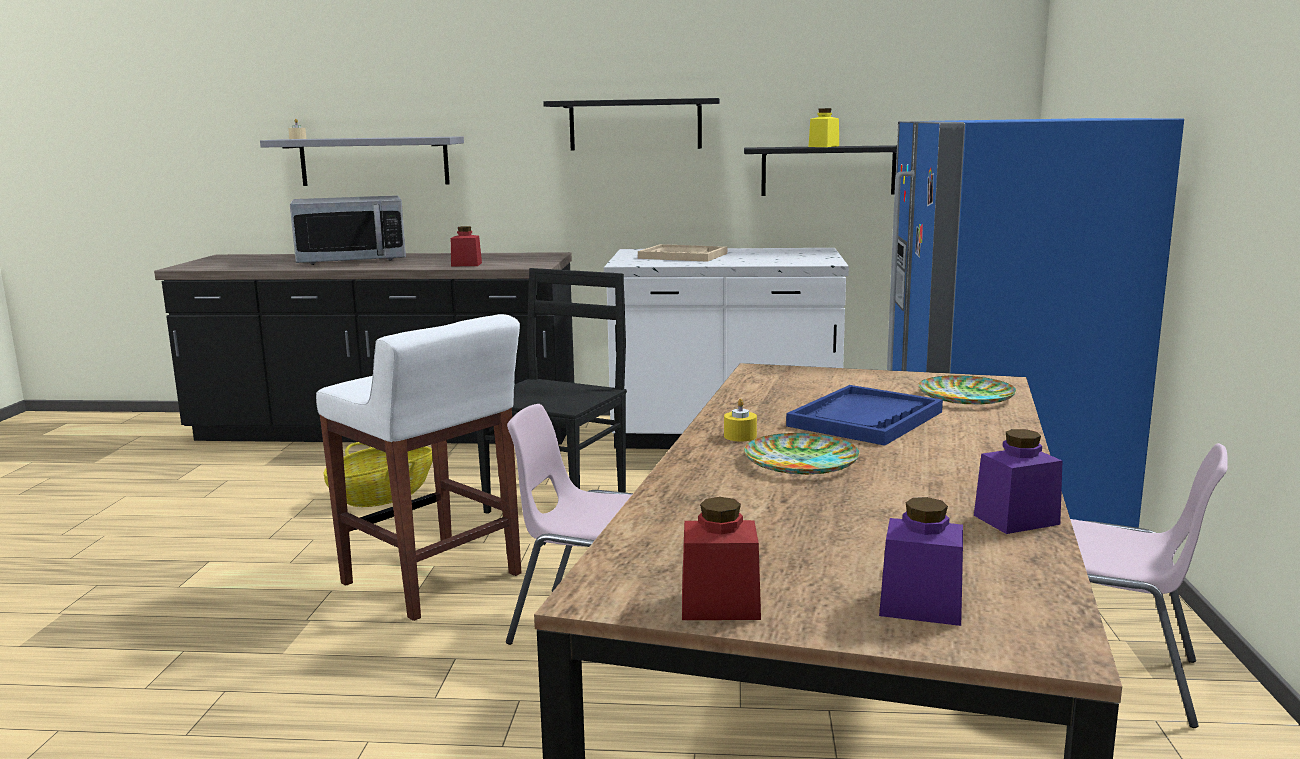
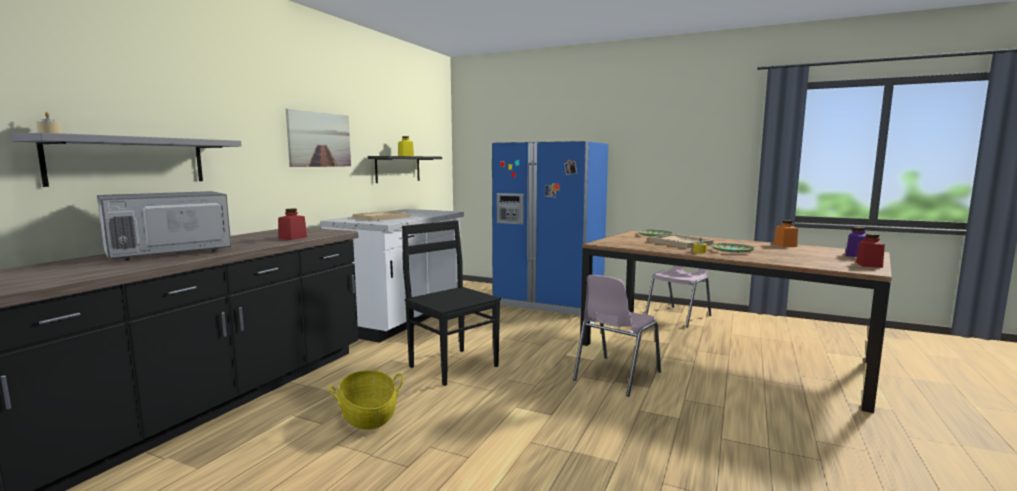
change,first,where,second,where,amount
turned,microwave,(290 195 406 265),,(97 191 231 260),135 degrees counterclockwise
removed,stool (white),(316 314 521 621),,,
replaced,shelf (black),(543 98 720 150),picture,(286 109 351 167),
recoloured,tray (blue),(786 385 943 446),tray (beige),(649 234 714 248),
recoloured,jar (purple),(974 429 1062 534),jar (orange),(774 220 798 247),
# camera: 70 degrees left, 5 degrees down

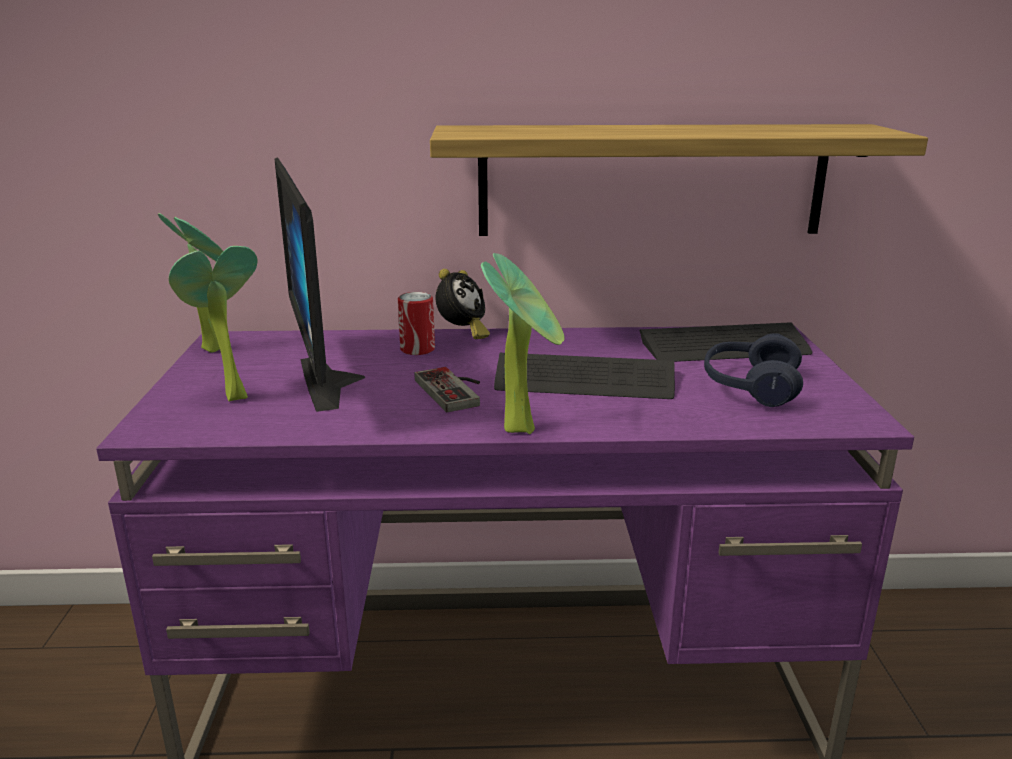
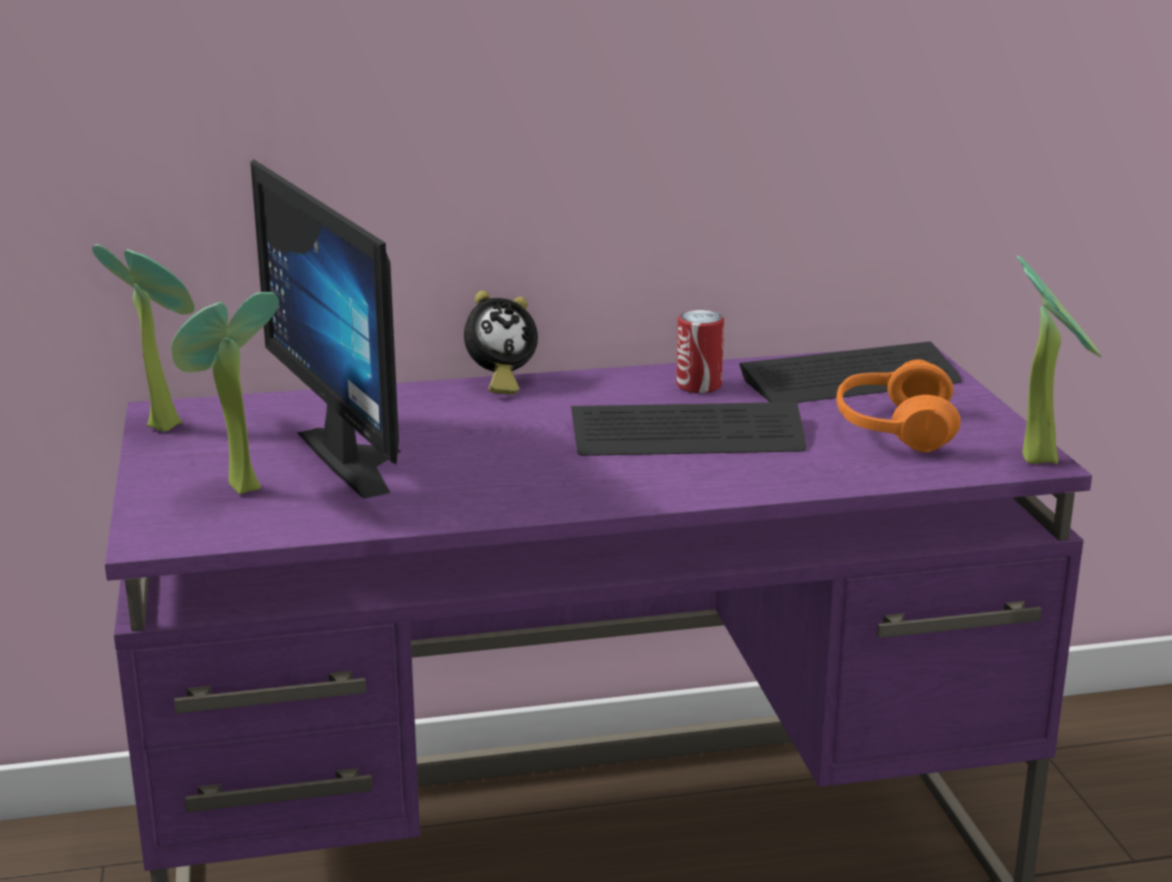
change,first,where,second,where,amount
moved,can,(398 292 435 355),,(676 310 724 393),
removed,game controller,(415 367 480 412),,,
removed,shelf,(430 124 928 236),,,
turned,alarm clock,(436 269 490 339),,(464 290 538 395),45 degrees clockwise
moved,potted plant,(481 253 565 434),,(1016 256 1102 464),
recoloured,headphones (blue),(704 333 803 407),headphones (orange),(836 360 961 452),
# camera: 10 degrees left, 0 degrees up

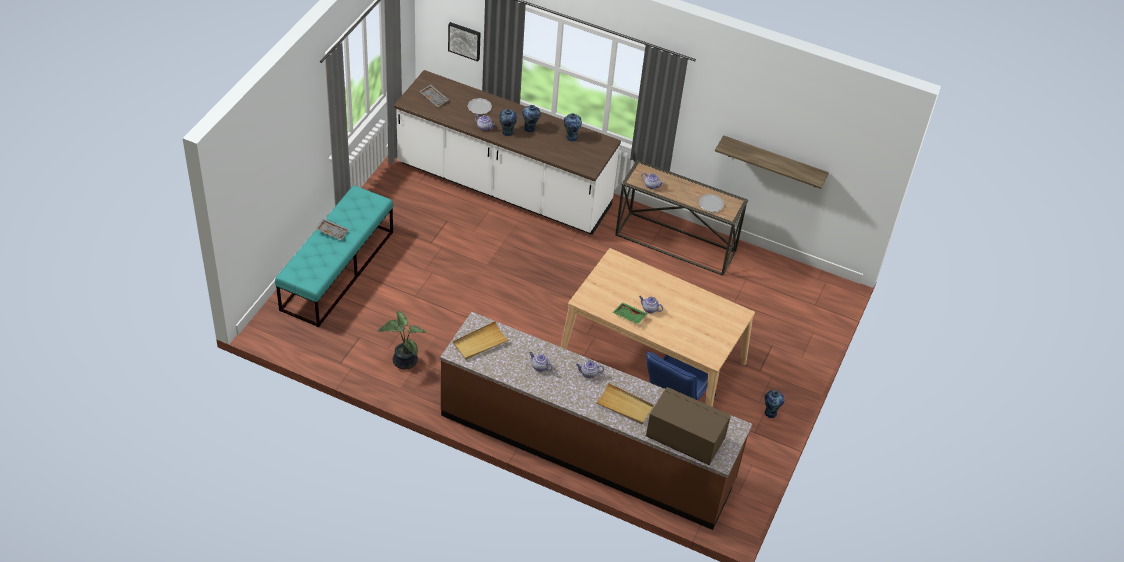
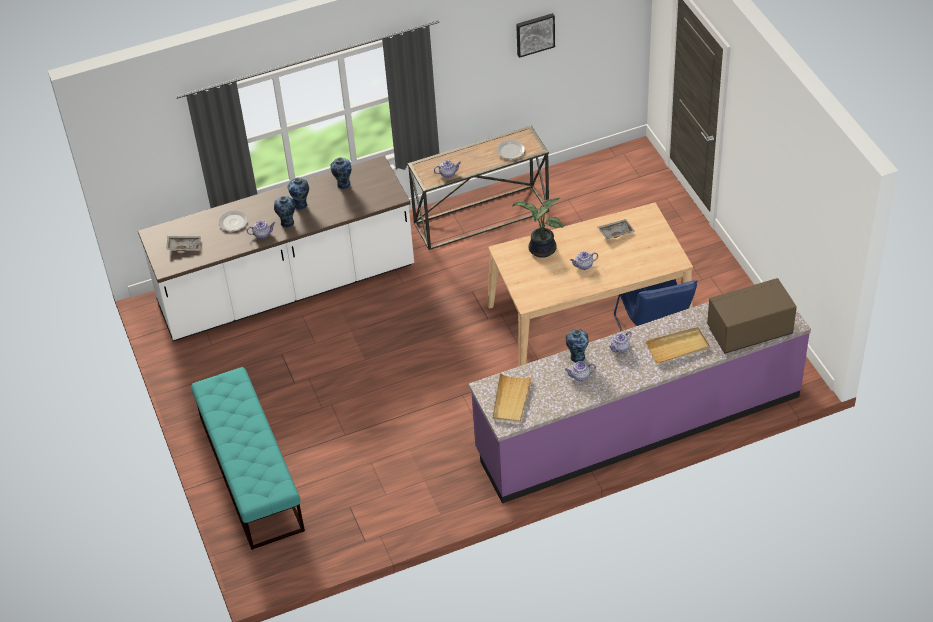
change,first,where,second,where,amount
moved,tray (grey),(316 218 349 240),,(598 219 635 239),
moved,potted plant,(378 311 428 370),,(512 197 564 258),
recoloured,counter (brown),(440 312 752 530),counter (purple),(469 302 811 503),
moved,picture,(448 22 481 62),,(516 13 555 58),
removed,tray (green),(613 302 648 324),,,
removed,shelf,(715 135 829 189),,,
moved,vase,(765 390 784 418),,(566 329 588 363),
# camera: 40 degrees left, 0 degrees up

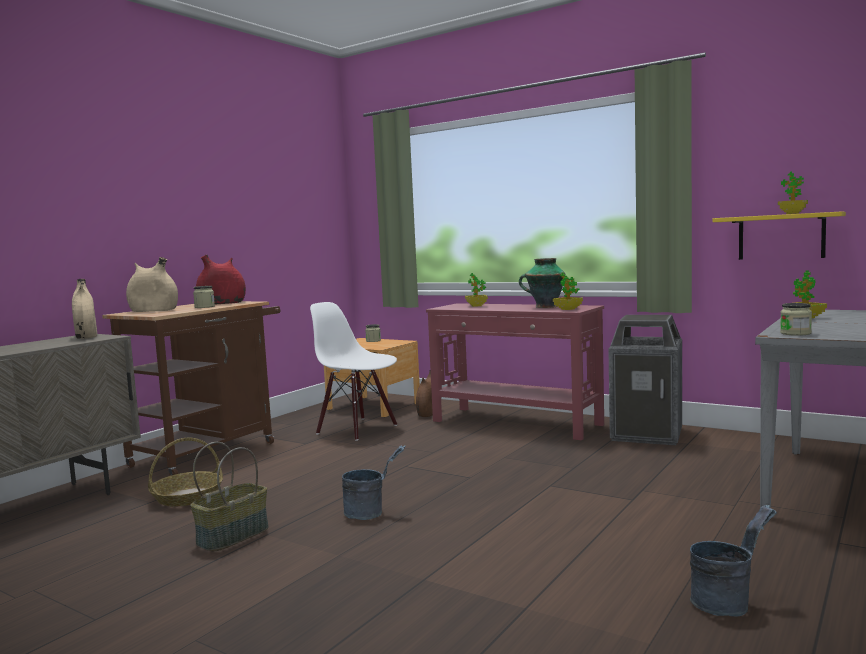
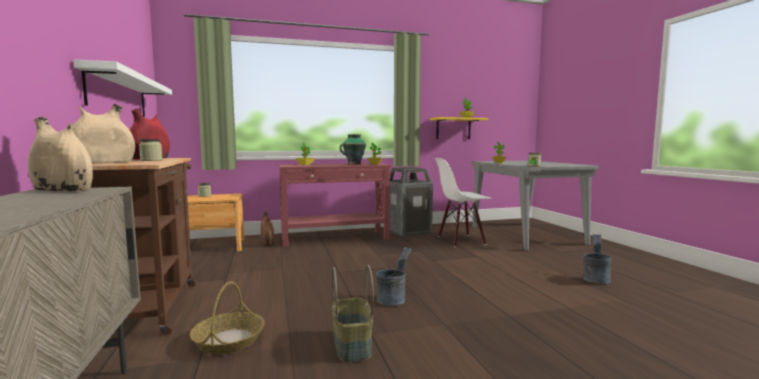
change,first,where,second,where,amount
moved,chair (white),(310 302 397 441),,(435 158 491 247),
added,,,shelf (white),(73 59 172 117),
# camera: 50 degrees left, 0 degrees up

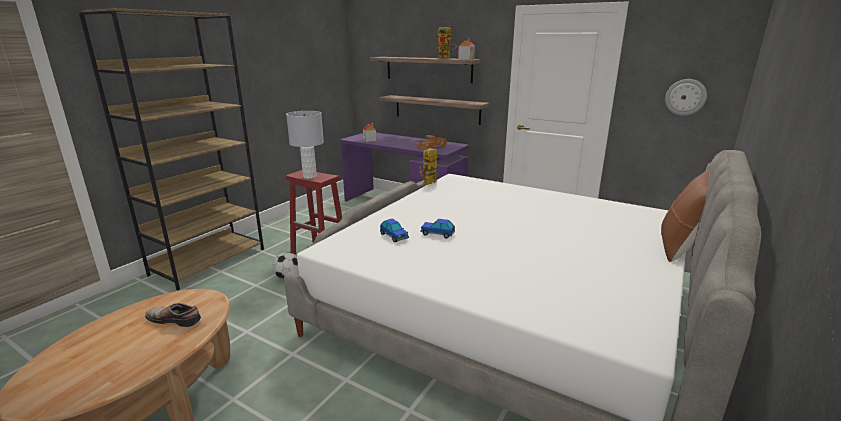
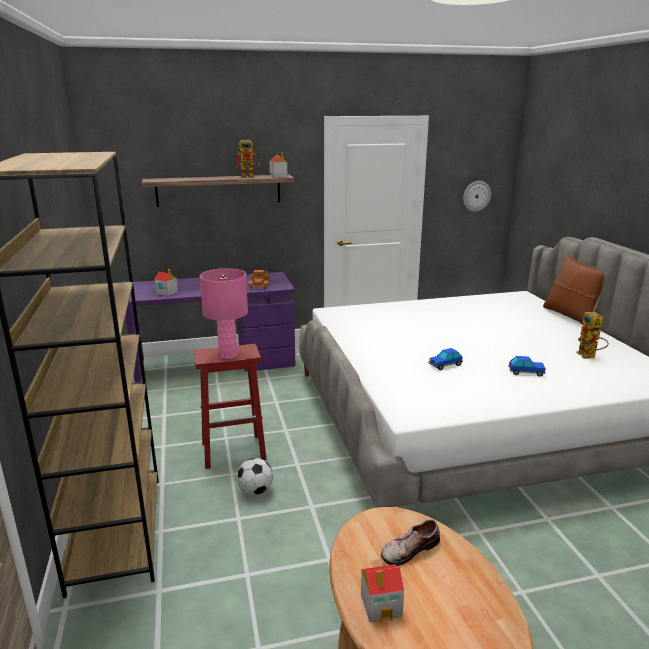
change,first,where,second,where,amount
recoloured,table lamp (grey),(286 111 324 179),table lamp (pink),(200 268 248 359),
removed,shelf,(379 95 490 125),,,
moved,toy car,(380 219 409 242),,(509 356 546 377),
moved,toy robot,(419 148 437 184),,(576 312 609 359),
added,,,toy house,(361 564 404 622),
# camera: 45 degrees left, 0 degrees up

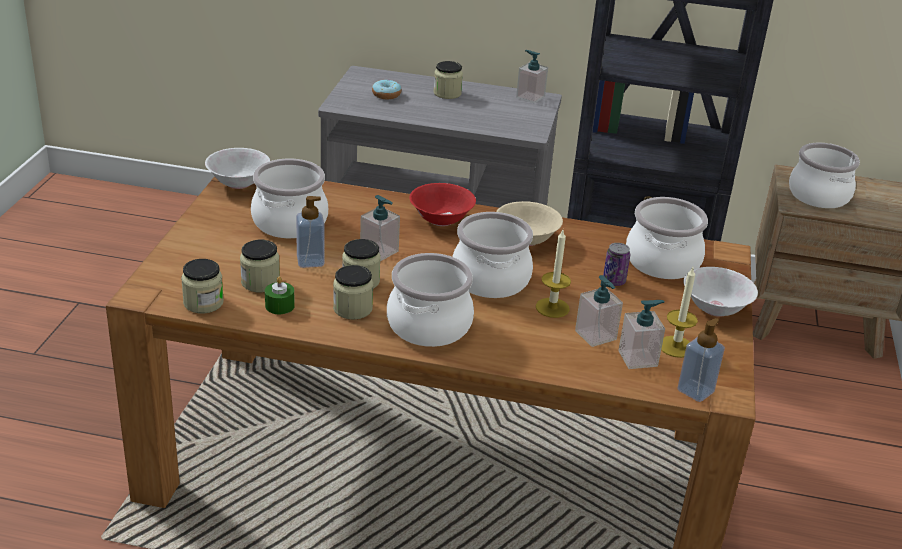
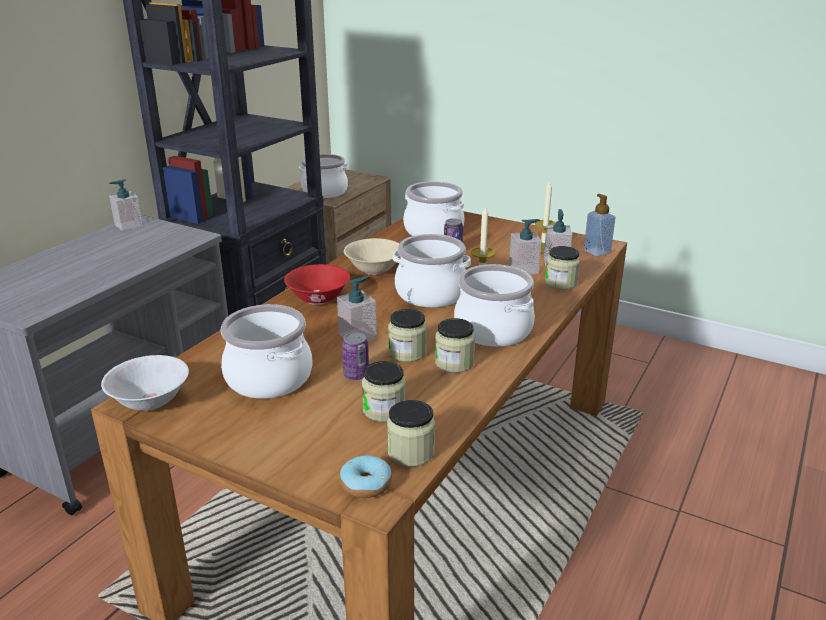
change,first,where,second,where,amount
removed,candle (green),(265 277 295 314),,,
replaced,soap dispenser,(296 196 324 268),can,(342 332 369 380),
moved,donut,(372 80 401 99),,(340 454 392 498),
moved,jar,(433 61 463 99),,(545 246 580 290),
removed,bowl (white),(683 267 758 317),,,
# camera: 70 degrees left, 5 degrees down

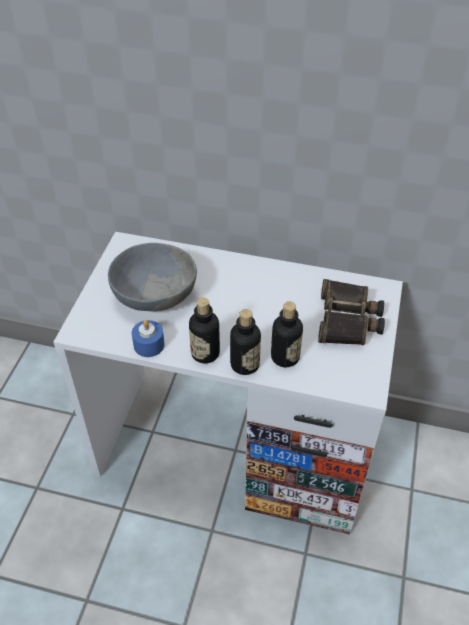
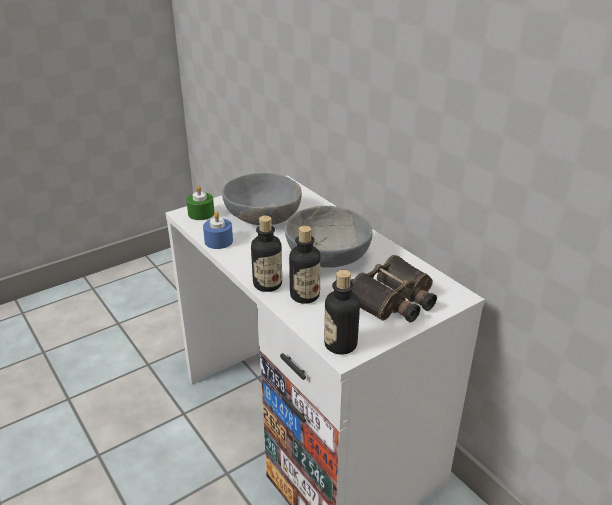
change,first,where,second,where,amount
moved,bottle,(189 298 220 363),,(324 270 360 355),
added,,,candle (green),(186 185 214 220),
added,,,bowl (grey),(285 206 373 268),
# camera: 40 degrees right, 15 degrees down

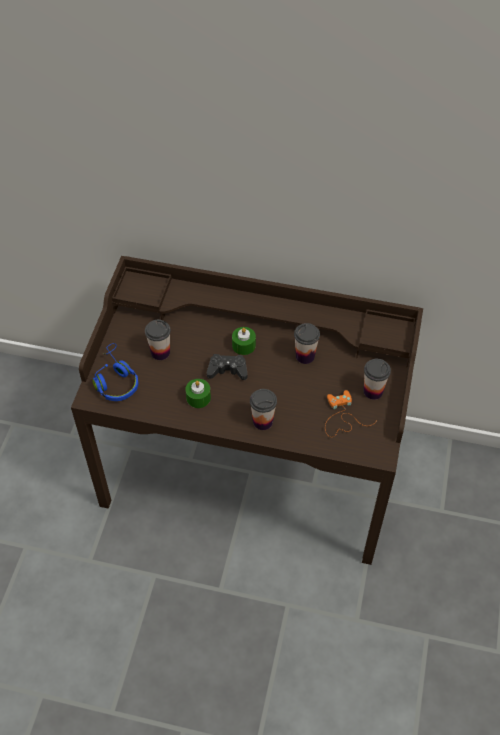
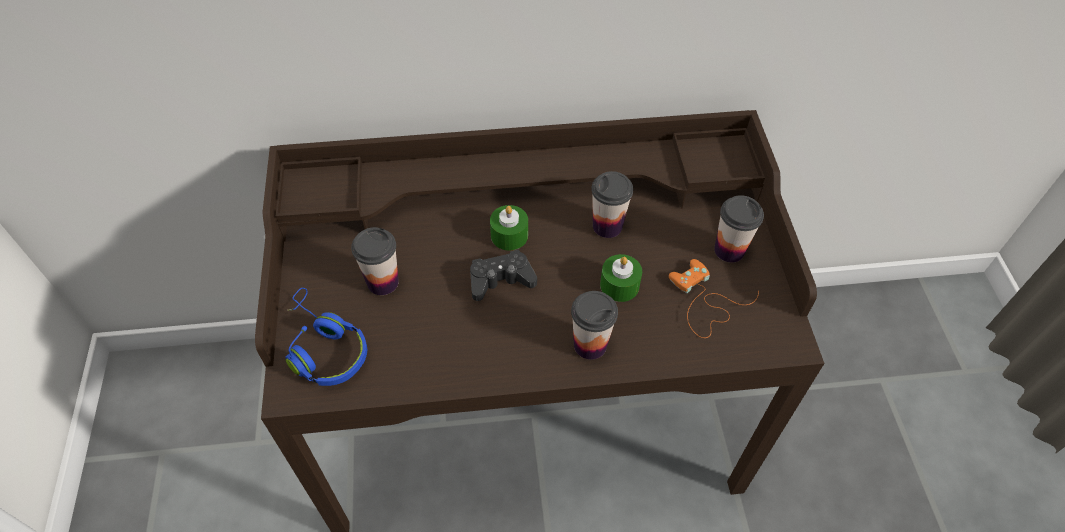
change,first,where,second,where,amount
moved,candle (green),(185 379 211 408),,(600 254 642 302),
# camera: 20 degrees left, 0 degrees up

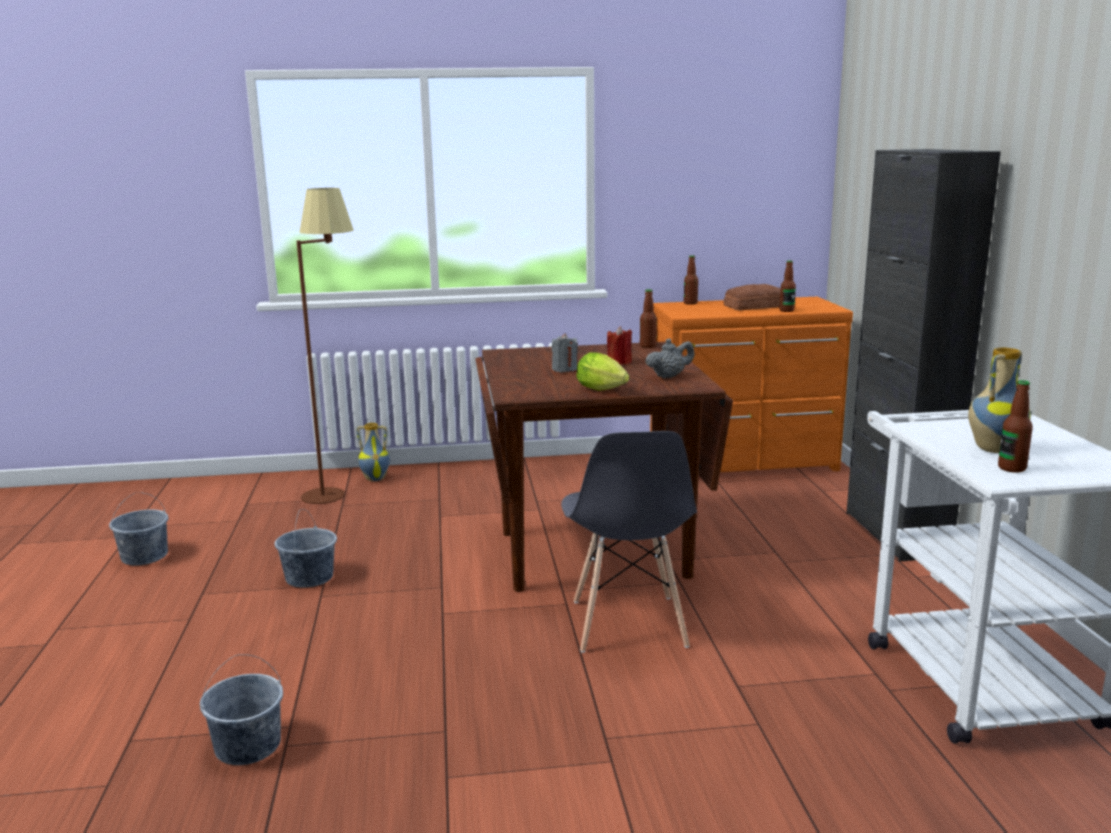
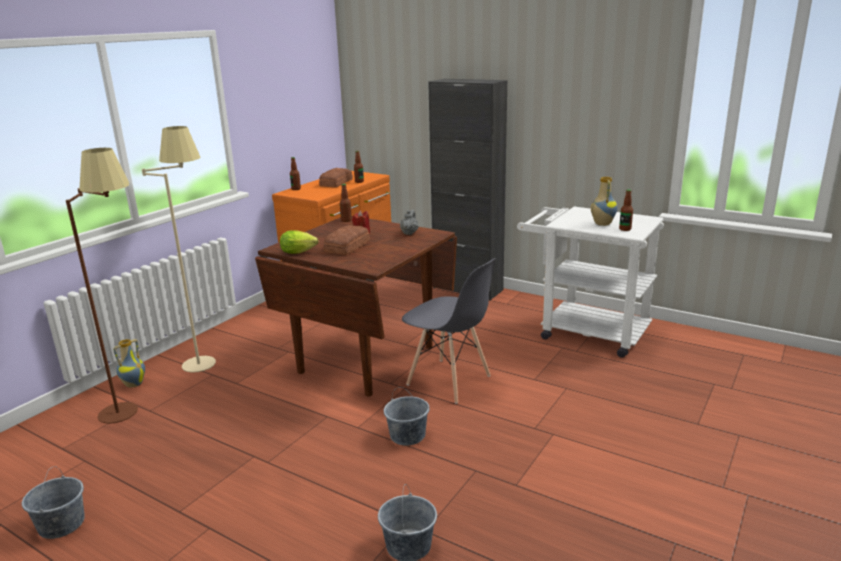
change,first,where,second,where,amount
moved,bucket (grey),(275 509 337 588),,(384 387 430 446),
replaced,candle (grey),(552 333 578 372),bread,(323 225 370 255),
moved,lettuce,(576 352 629 391),,(280 230 318 254),
added,,,floor lamp (beige),(142 126 216 373),
# camera: 50 degrees left, 5 degrees up

